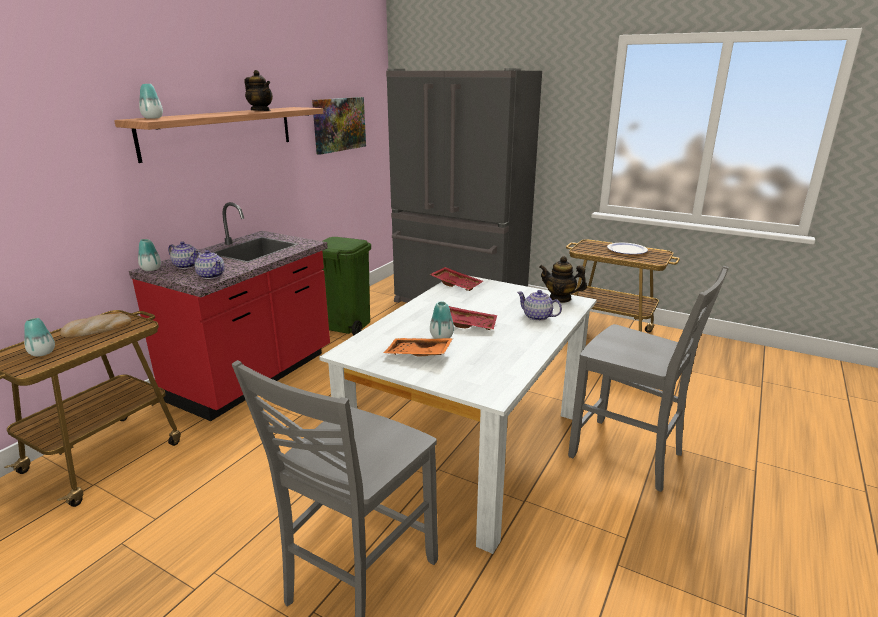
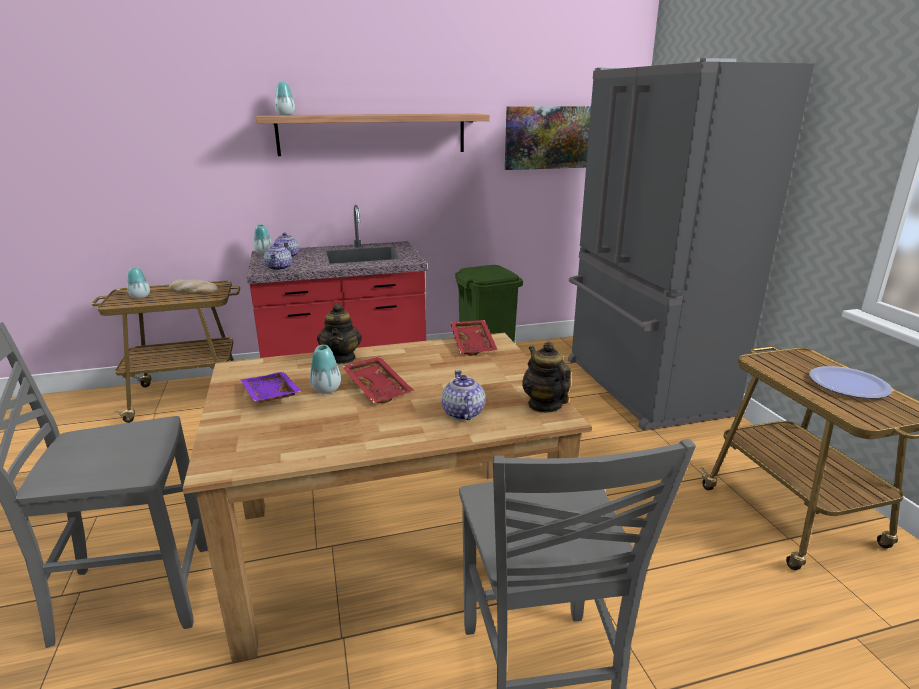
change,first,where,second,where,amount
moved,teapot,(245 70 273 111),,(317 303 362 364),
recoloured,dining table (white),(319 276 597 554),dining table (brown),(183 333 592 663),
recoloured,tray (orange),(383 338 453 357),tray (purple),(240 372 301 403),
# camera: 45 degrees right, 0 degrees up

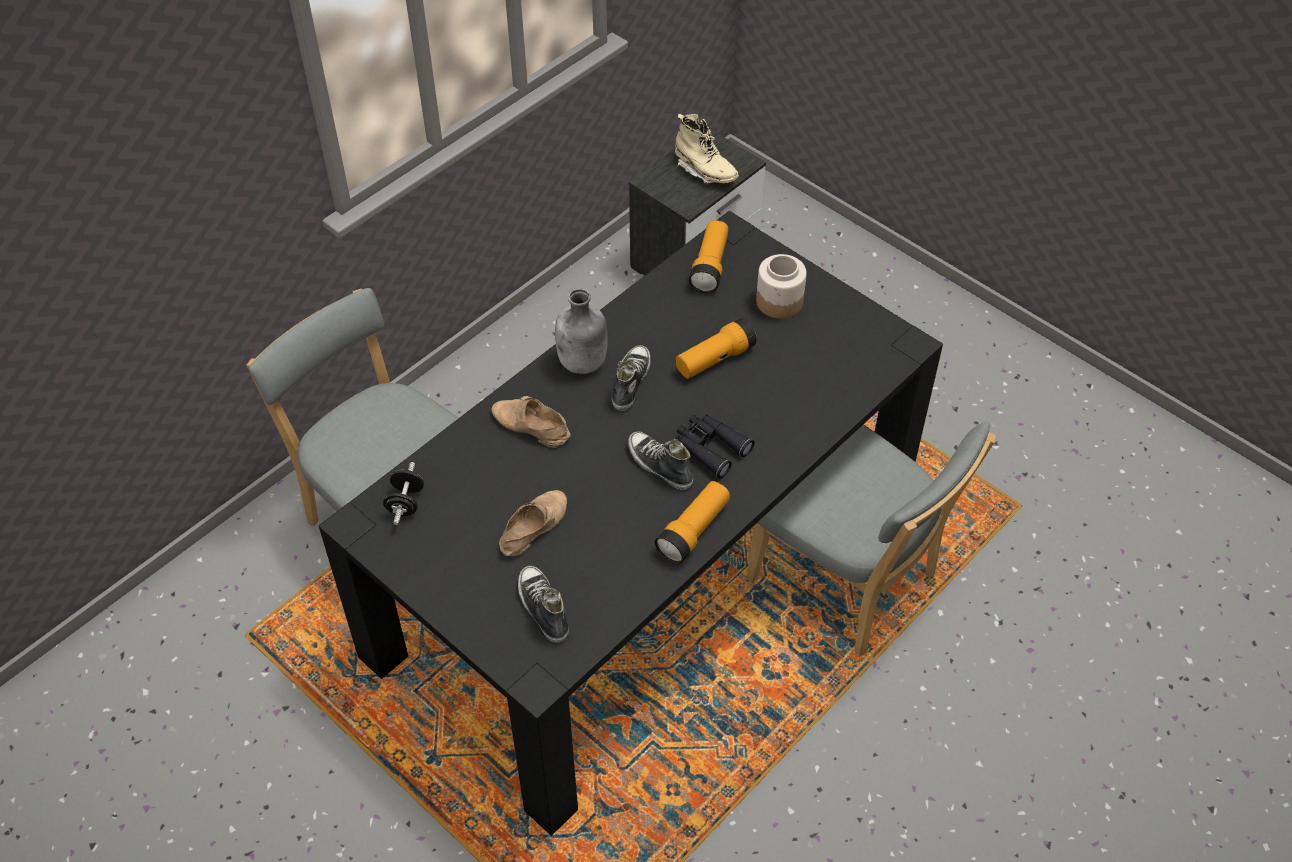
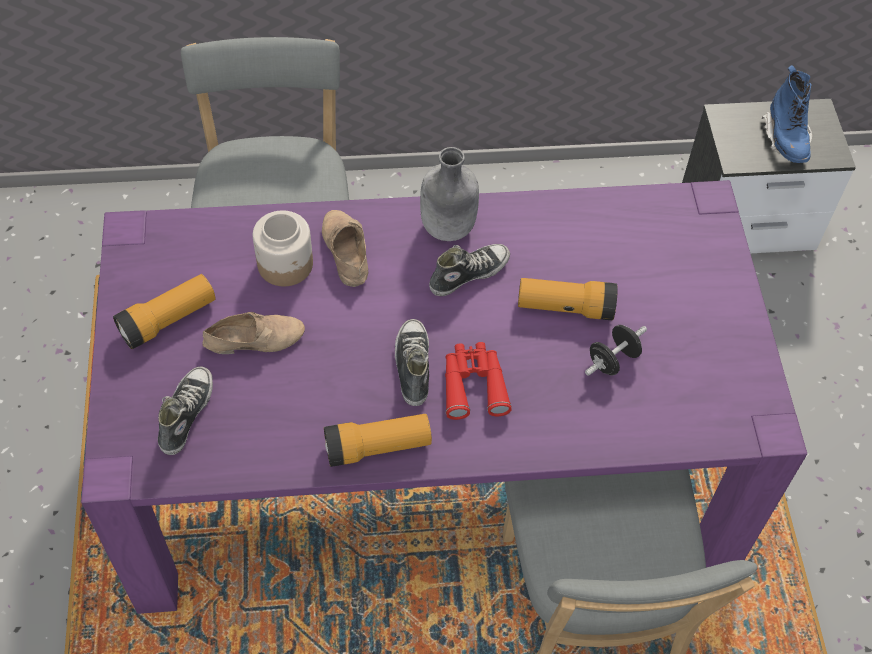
change,first,where,second,where,amount
recoloured,dining table (black),(319 211 943 836),dining table (purple),(81 180 807 614),
moved,dumbbell (black),(383 462 424 525),,(585 325 647 376),
recoloured,boot (beige),(675 114 739 183),boot (blue),(762 65 812 163),
recoloured,binoculars (black),(677 414 755 479),binoculars (red),(445 342 512 420),
moved,flashlight,(689 220 728 293),,(113 274 216 349),
moved,jar,(756 254 807 319),,(253 211 313 286),
# camera: 40 degrees right, 5 degrees up

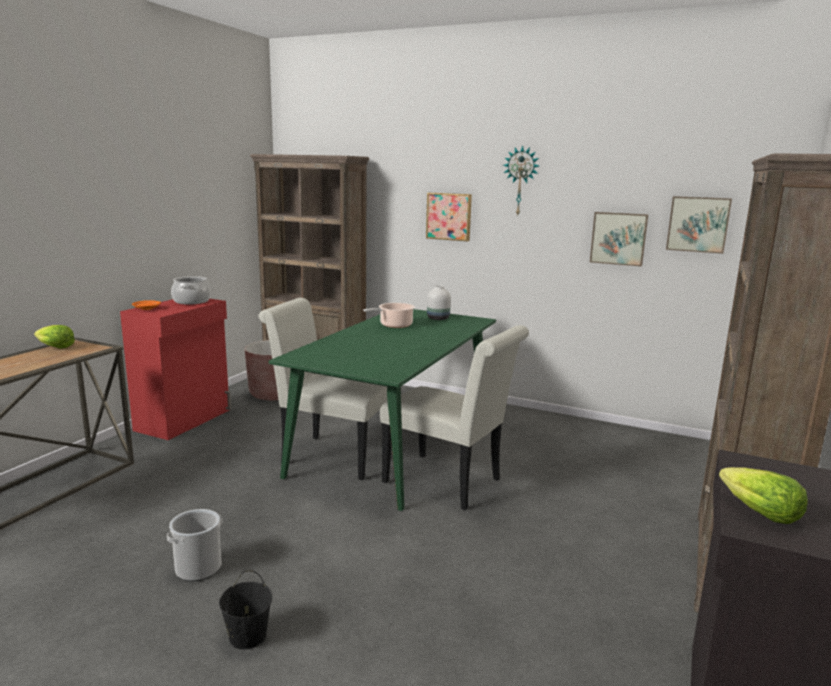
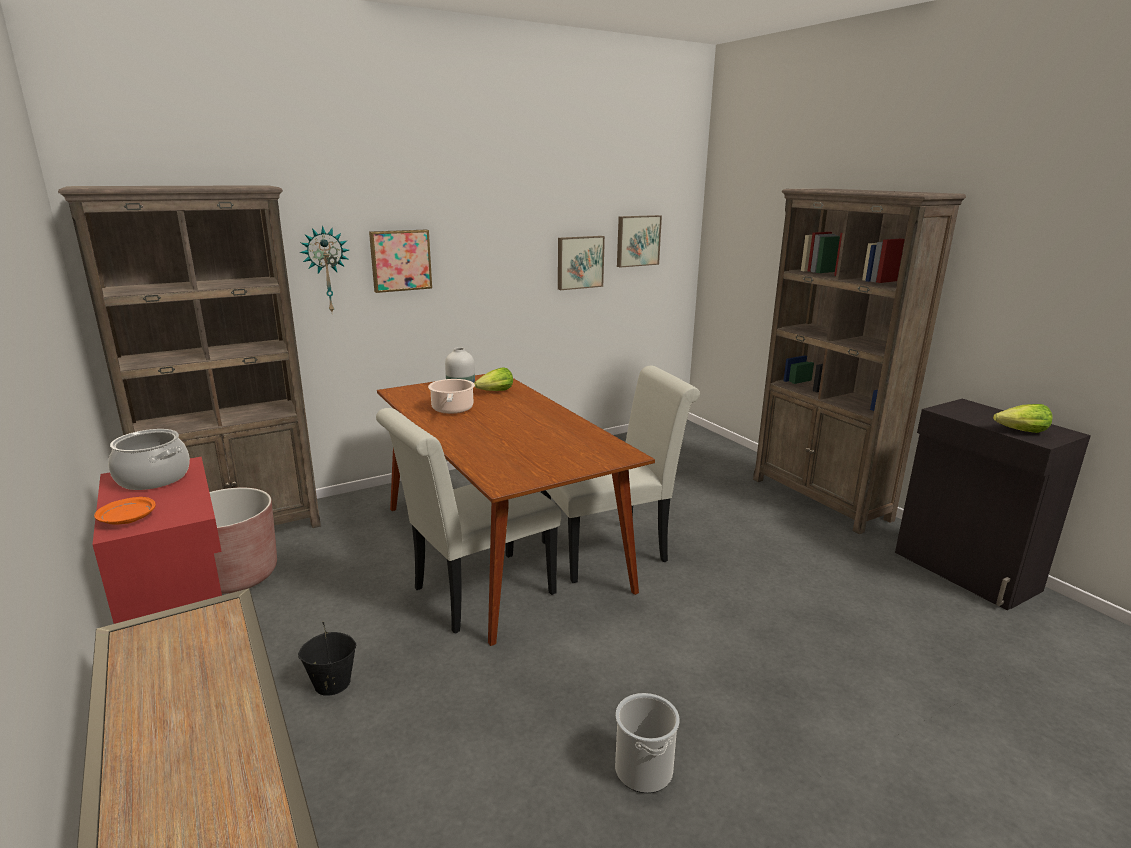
change,first,where,second,where,amount
moved,lettuce,(34 325 75 349),,(474 367 513 391),
moved,bucket (black),(219 570 272 650),,(298 622 356 696),
recoloured,dining table (green),(269 309 496 511),dining table (brown),(377 374 655 646),
moved,wall clock,(503 146 539 217),,(300 226 349 312),
# camera: 55 degrees left, 5 degrees up

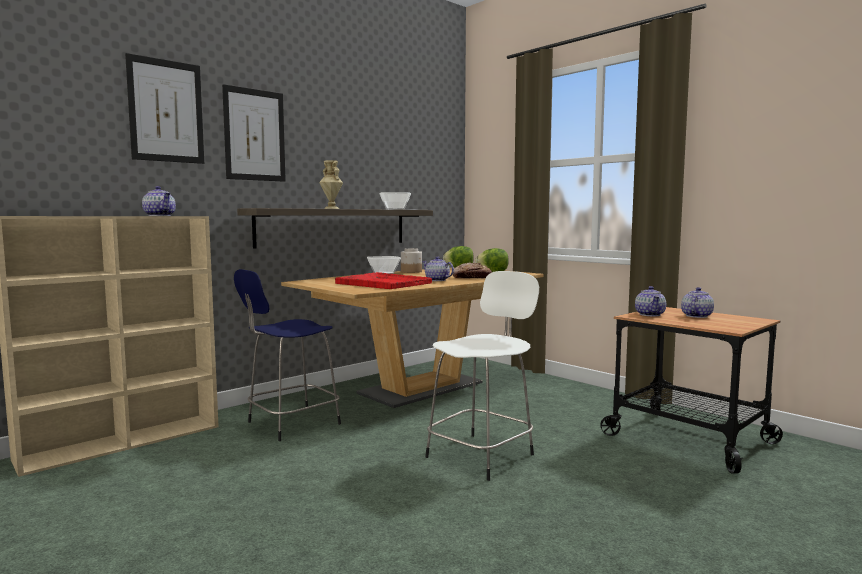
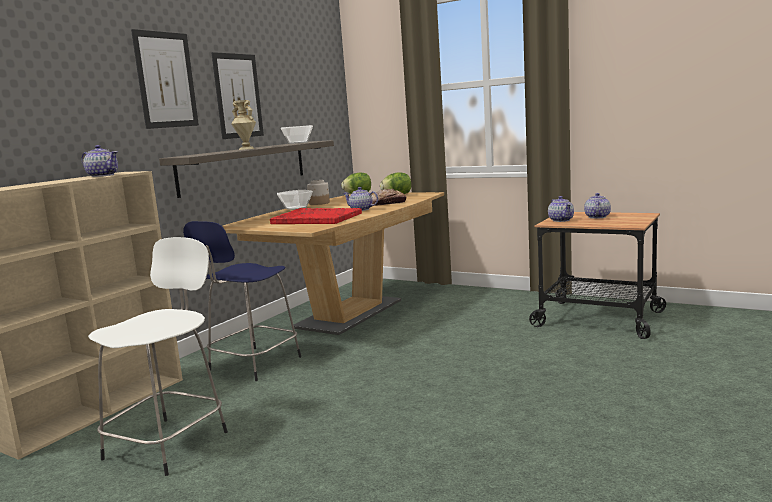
change,first,where,second,where,amount
moved,picture,(125 53 204 164),,(212 52 264 139),
moved,stool (white),(425 271 539 481),,(88 237 228 476),
# camera: 15 degrees left, 5 degrees up

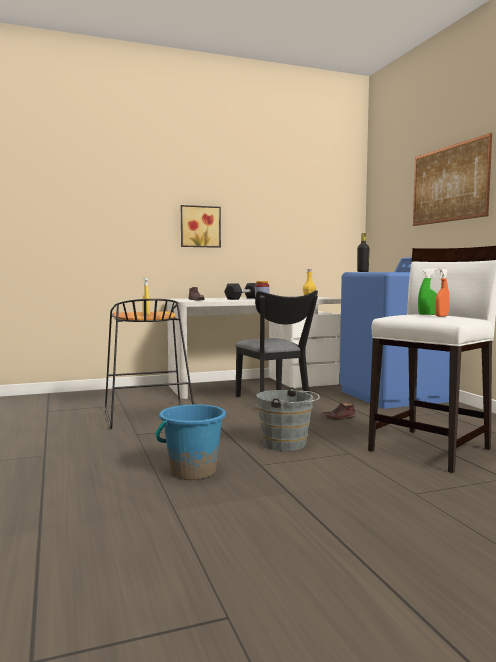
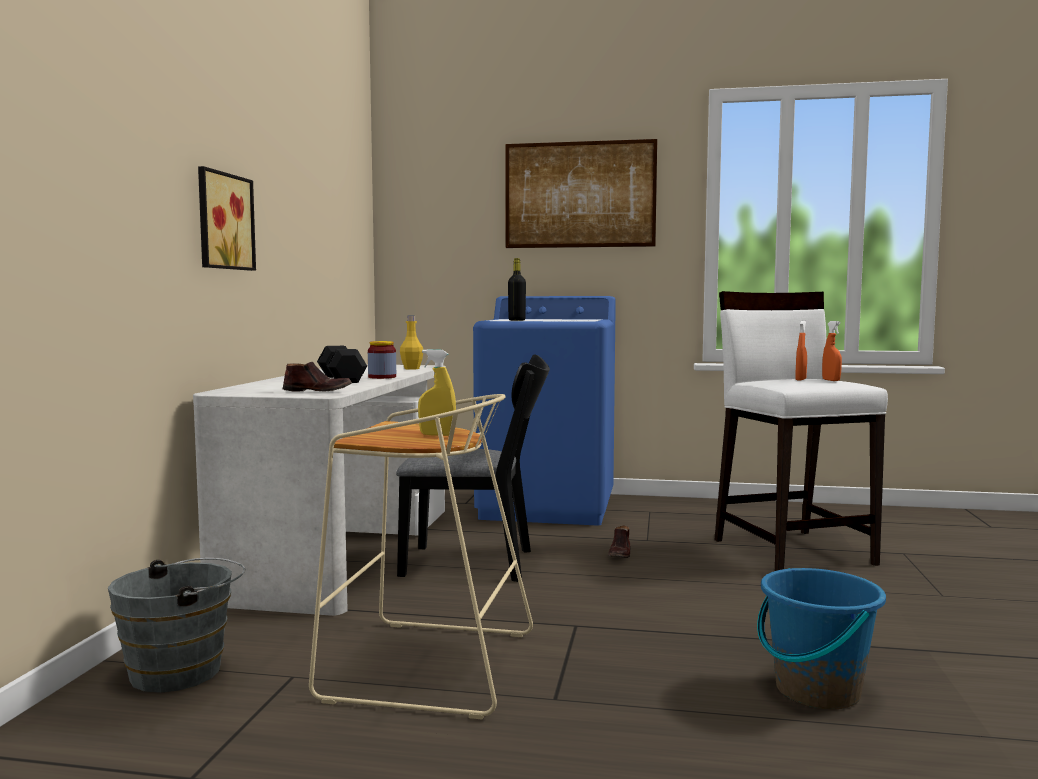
change,first,where,second,where,amount
recoloured,stool (black),(105 299 194 429),stool (beige),(309 394 533 719),
moved,bucket (grey),(256 387 320 451),,(108 558 245 693),
recoloured,spray bottle (green),(418 269 437 315),spray bottle (orange),(796 320 807 381),
# camera: 60 degrees left, 0 degrees up

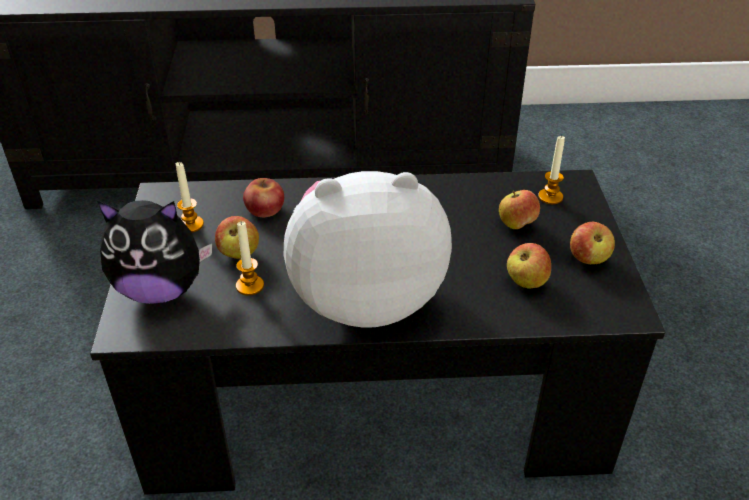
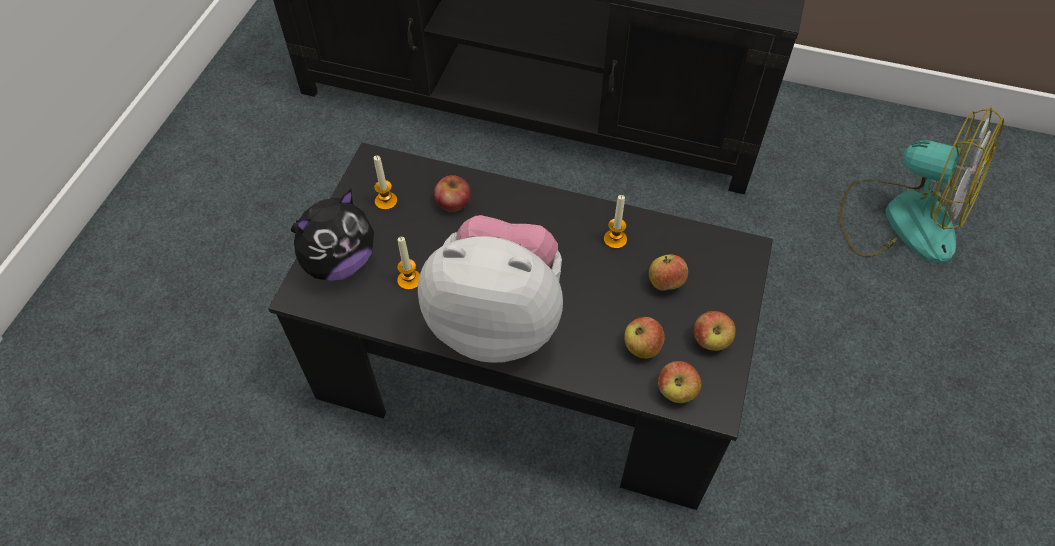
change,first,where,second,where,amount
turned,plush toy,(97 200 212 304),,(291 189 374 281),60 degrees counterclockwise
moved,apple,(215 216 259 259),,(658 361 702 403),
moved,candle,(538 135 565 204),,(604 195 627 249),
added,,,fan,(839 107 1004 263),
# camera: 20 degrees right, 15 degrees up

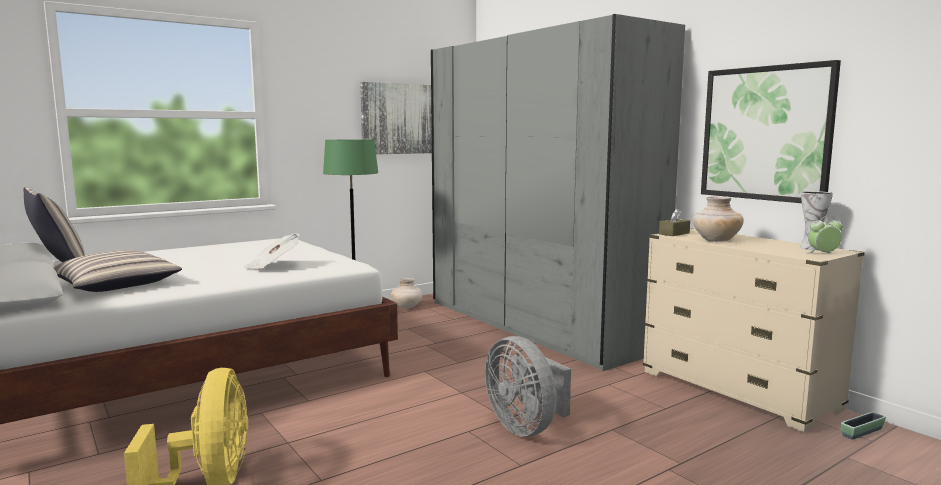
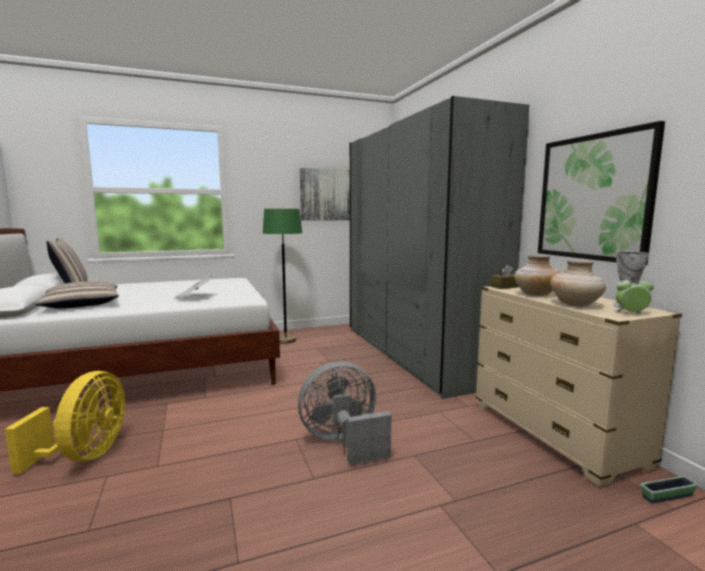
change,first,where,second,where,amount
moved,vase (beige),(391 278 423 309),,(550 260 606 307),
turned,fan (grey),(485 336 571 437),,(298 361 392 465),90 degrees clockwise
# camera: 15 degrees right, 0 degrees up

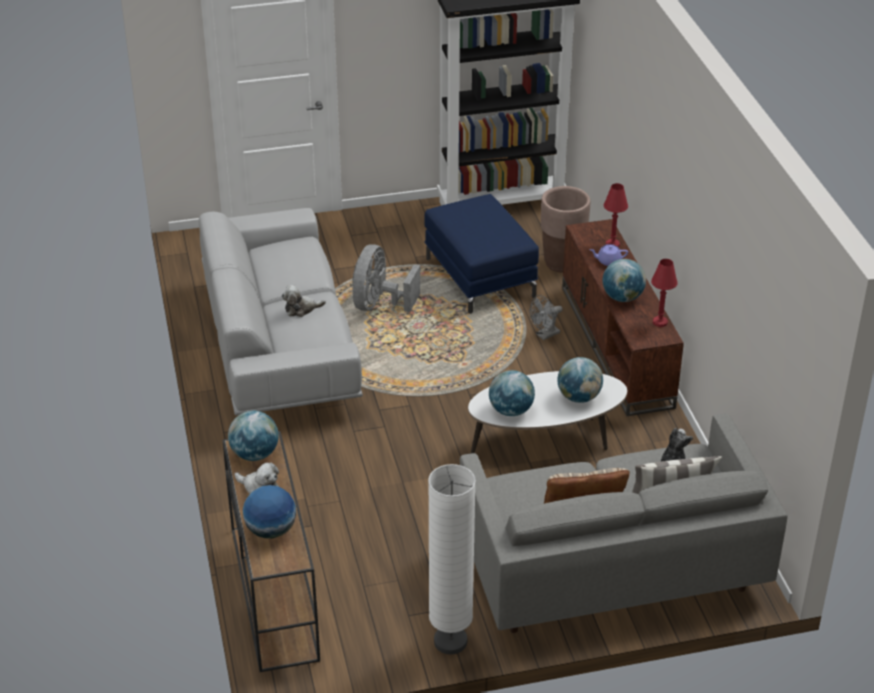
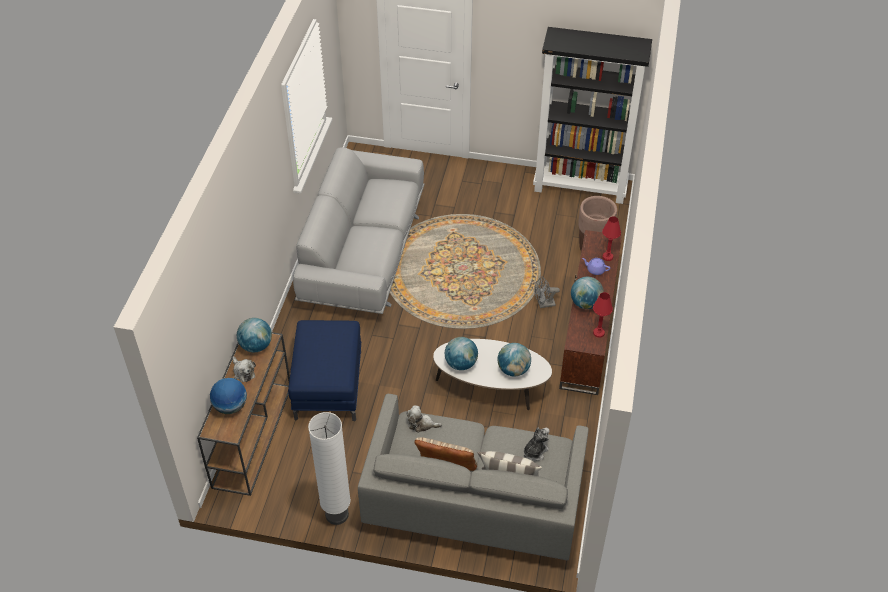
change,first,where,second,where,amount
moved,plush toy,(282 285 326 317),,(407 405 442 433),
removed,fan (grey),(352 244 420 312),,,
moved,ottoman (blue),(424 194 539 314),,(288 320 361 421),
# camera: 25 degrees right, 10 degrees up

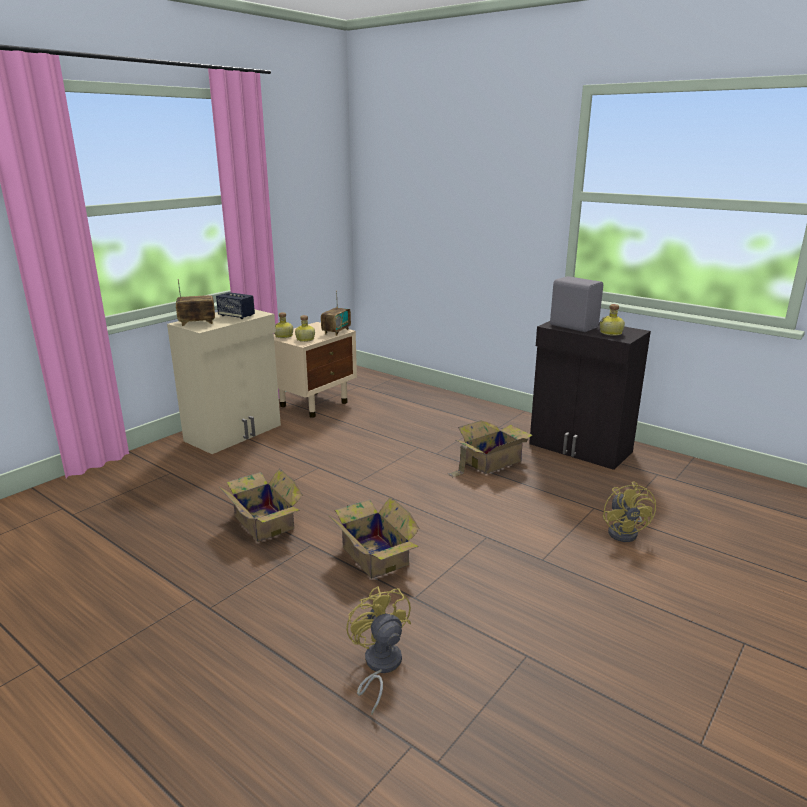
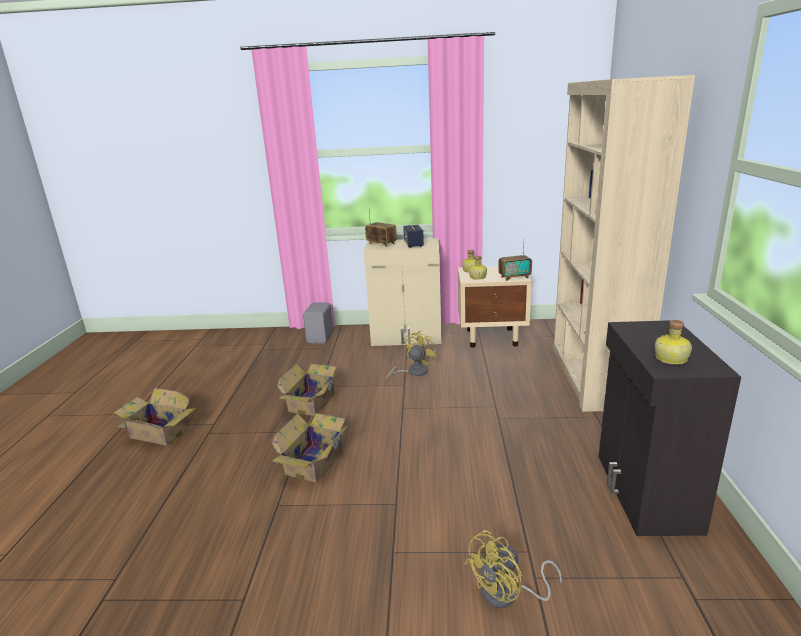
change,first,where,second,where,amount
moved,fan (yellow),(346 586 411 715),,(386 331 437 380),
moved,cardboard box,(448 420 533 477),,(114 388 196 446),
moved,speaker (grey),(550 276 603 332),,(303 303 333 344),
added,,,bookcase (beige),(554 75 695 412),
# camera: 55 degrees right, 0 degrees up

